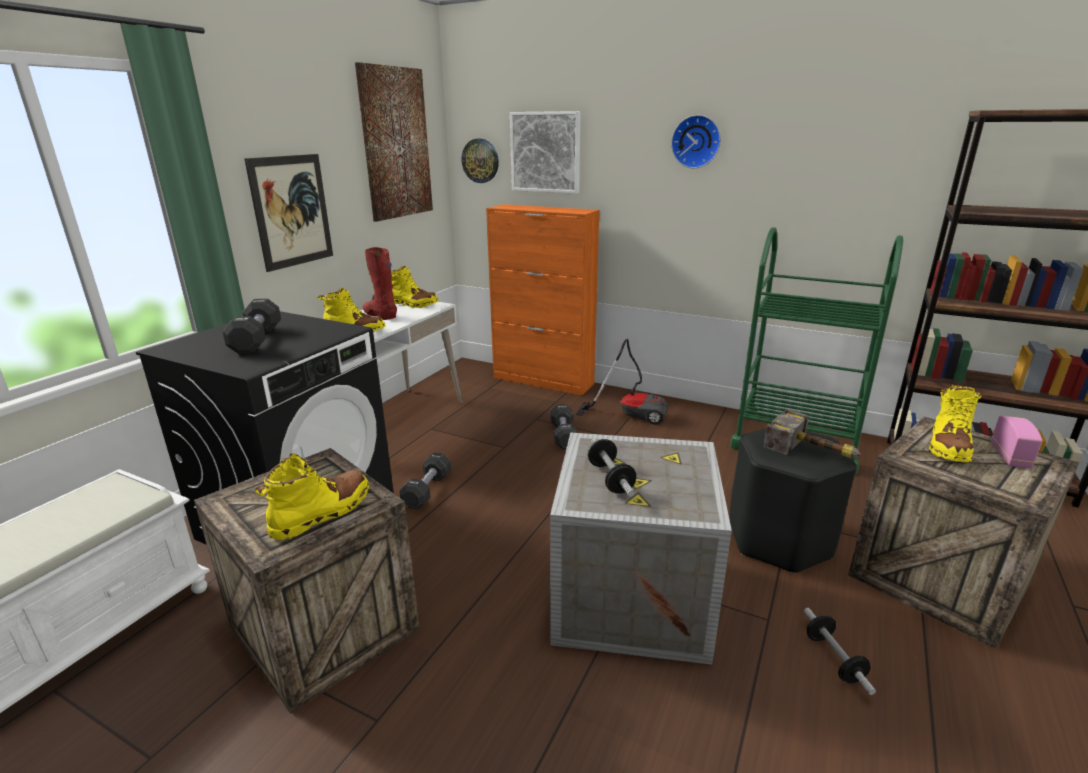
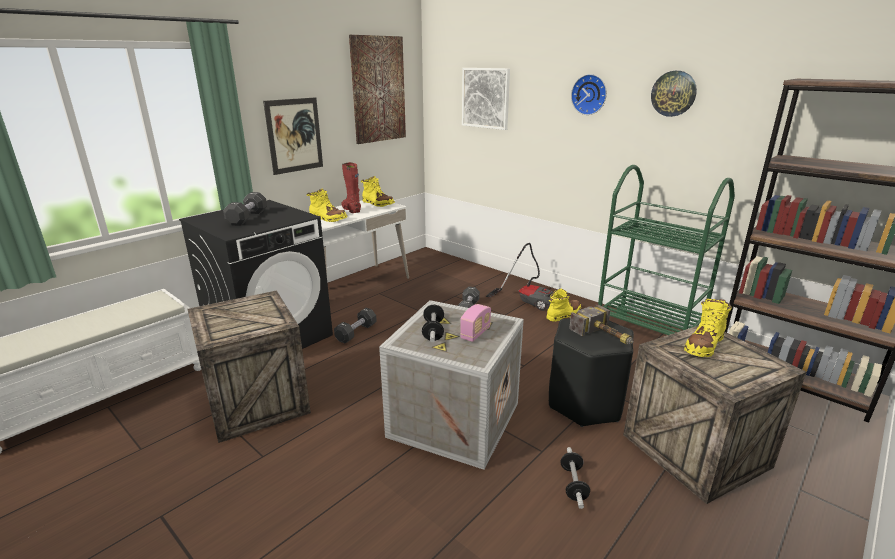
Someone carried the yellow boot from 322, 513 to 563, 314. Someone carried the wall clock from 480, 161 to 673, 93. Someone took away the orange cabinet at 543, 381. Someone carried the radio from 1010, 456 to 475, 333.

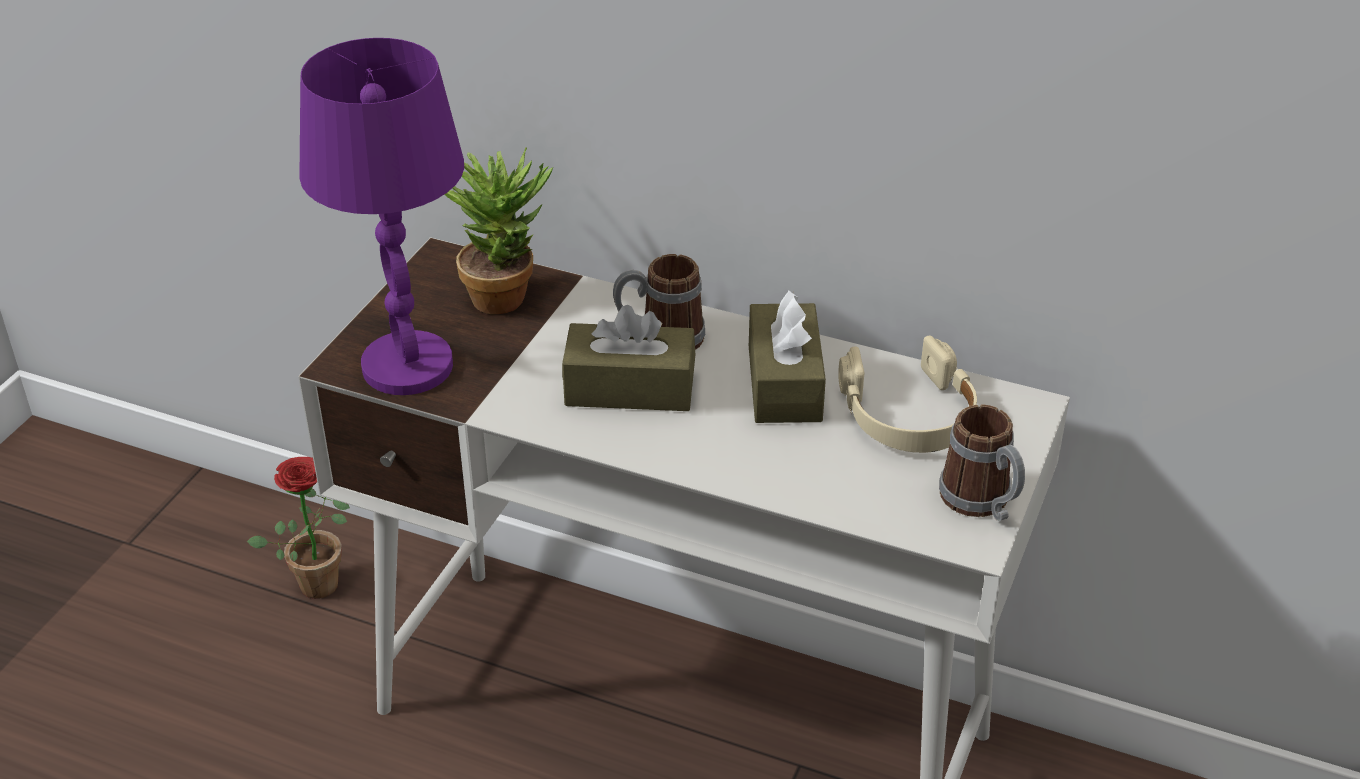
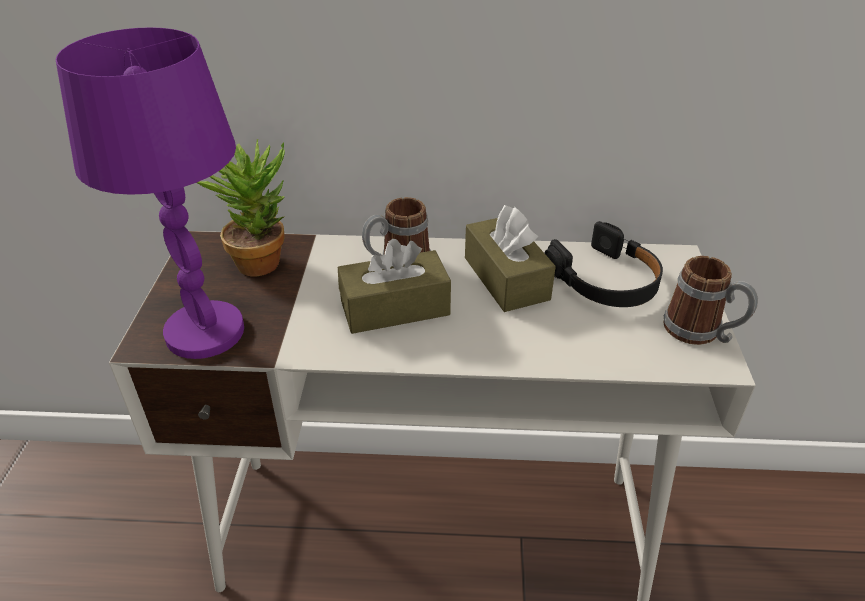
Someone took away the potted plant at 321, 578. Someone repainted the beige headphones at 909, 414, which became the black headphones at 605, 280.

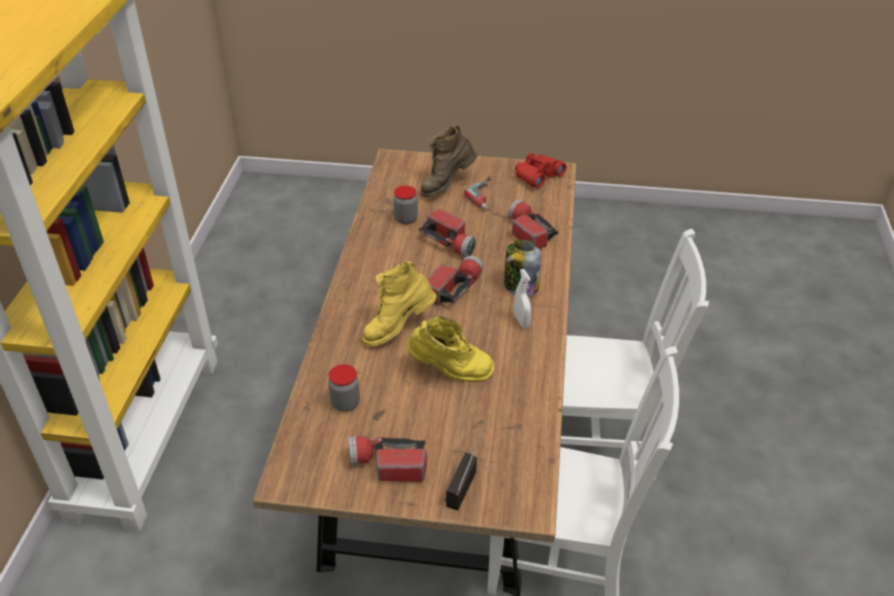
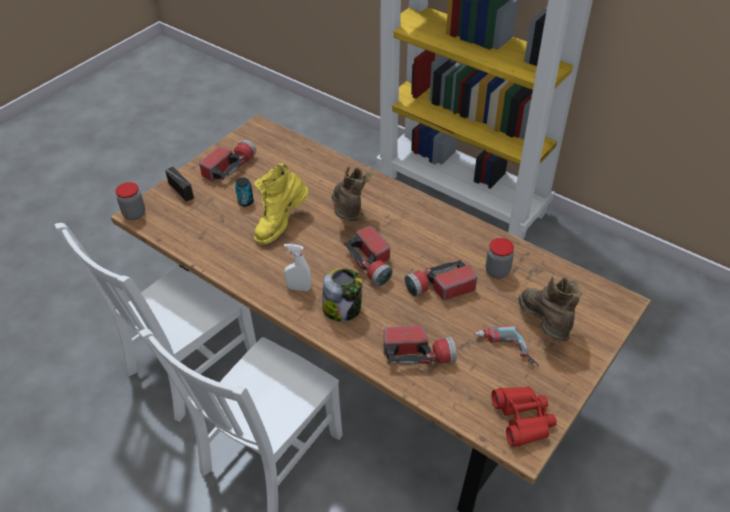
Someone carried the jar from 345, 403 to 134, 214. Someone repainted the yellow boot at 398, 328, which became the brown boot at 349, 214. Someone put down the can at 245, 202.

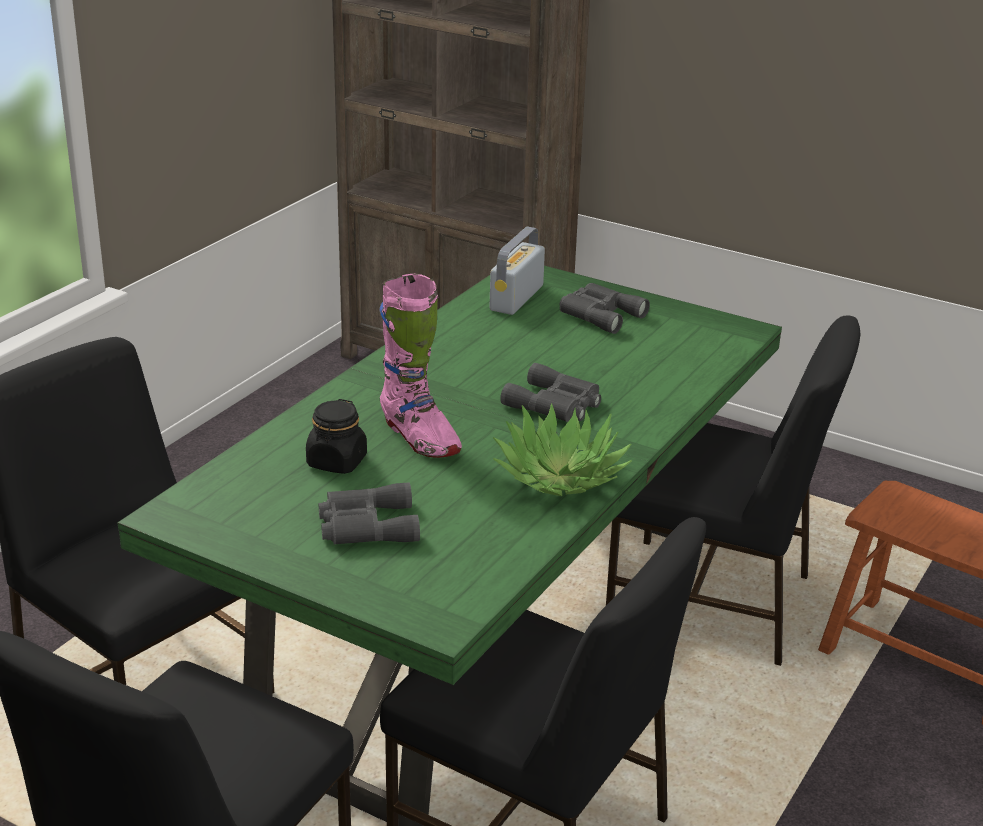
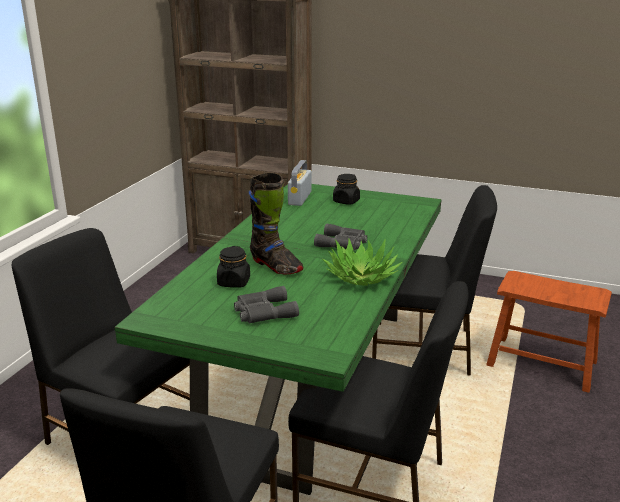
Someone repainted the pink boot at 419, 438, which became the black boot at 275, 266. Someone swapped the grey binoculars at 599, 314 for the black jar at 346, 201.

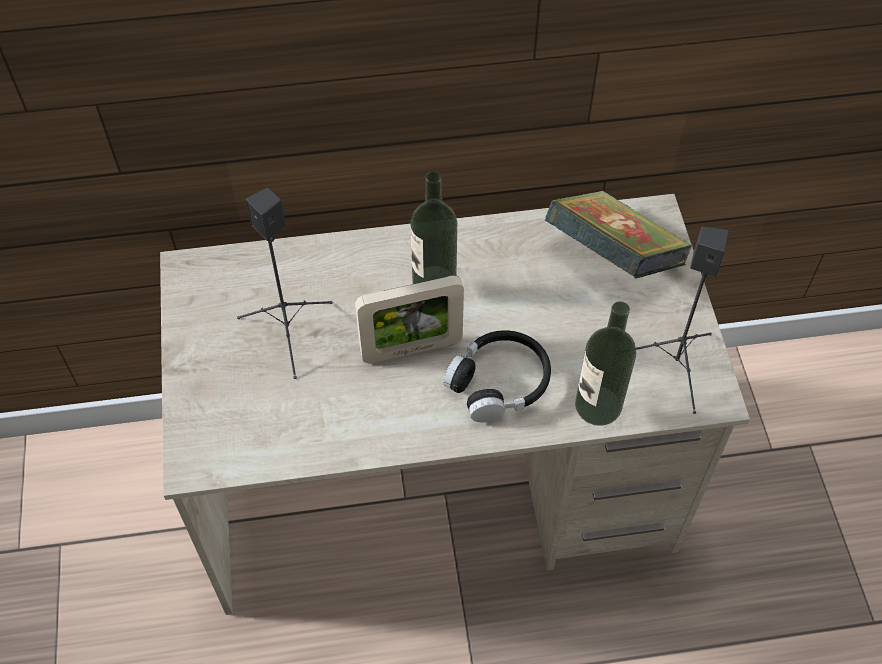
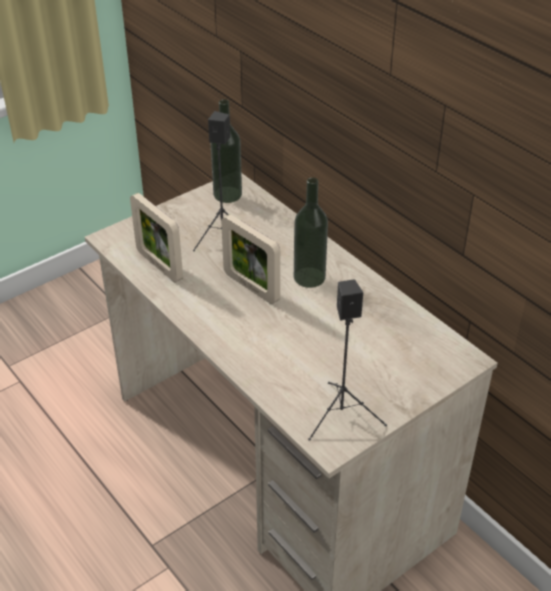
Someone took away the black headphones at 499, 382. Someone took away the book at 613, 258. Someone carried the bottle from 598, 405 to 227, 194. Someone put down the picture frame at 159, 265.

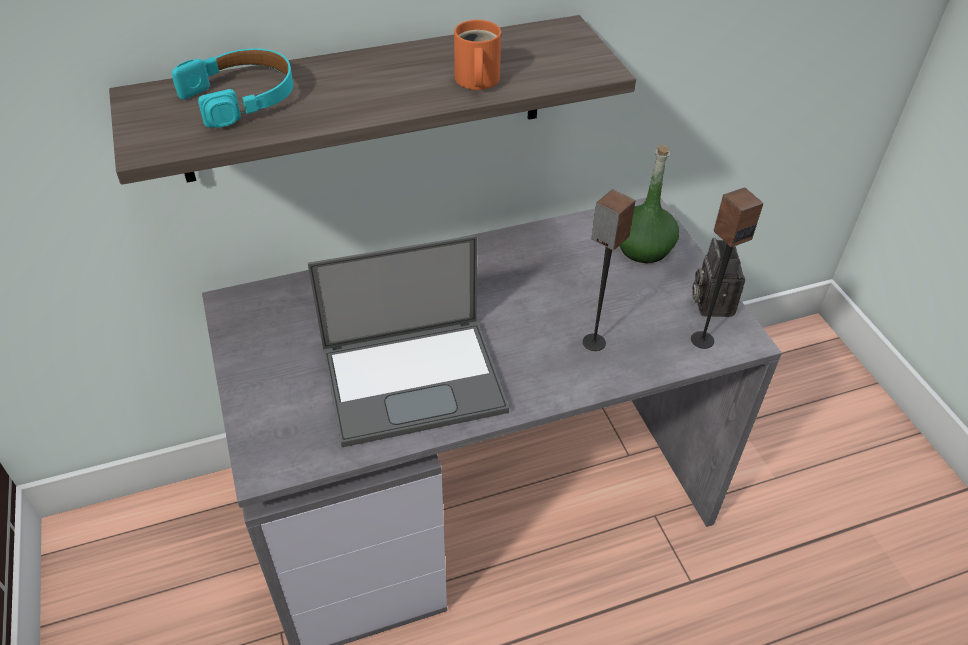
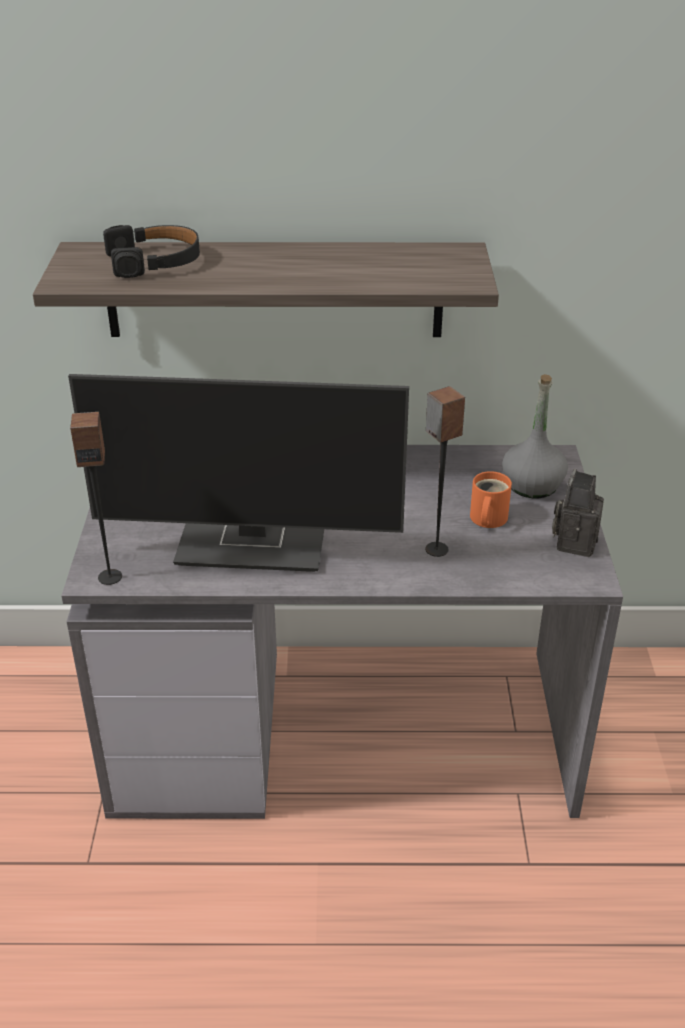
Someone repainted the turquoise headphones at 241, 97, which became the black headphones at 155, 261. Someone swapped the laptop at 415, 378 for the monitor at 256, 542. Someone carried the orange mug from 475, 81 to 486, 519. Someone repainted the green bottle at 644, 248, which became the grey bottle at 532, 485. Someone carried the speaker from 702, 339 to 110, 576.

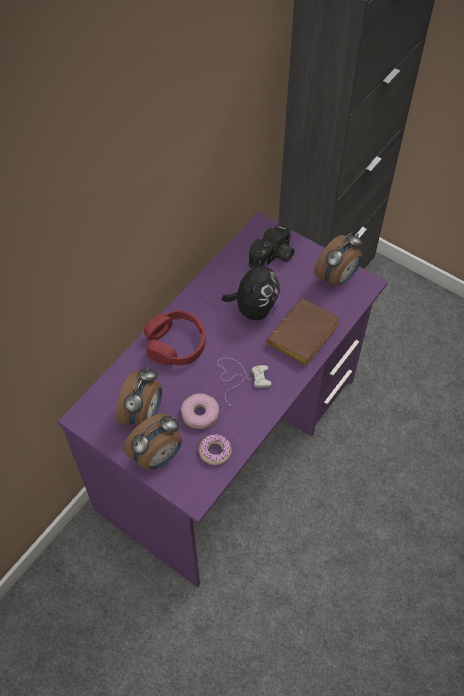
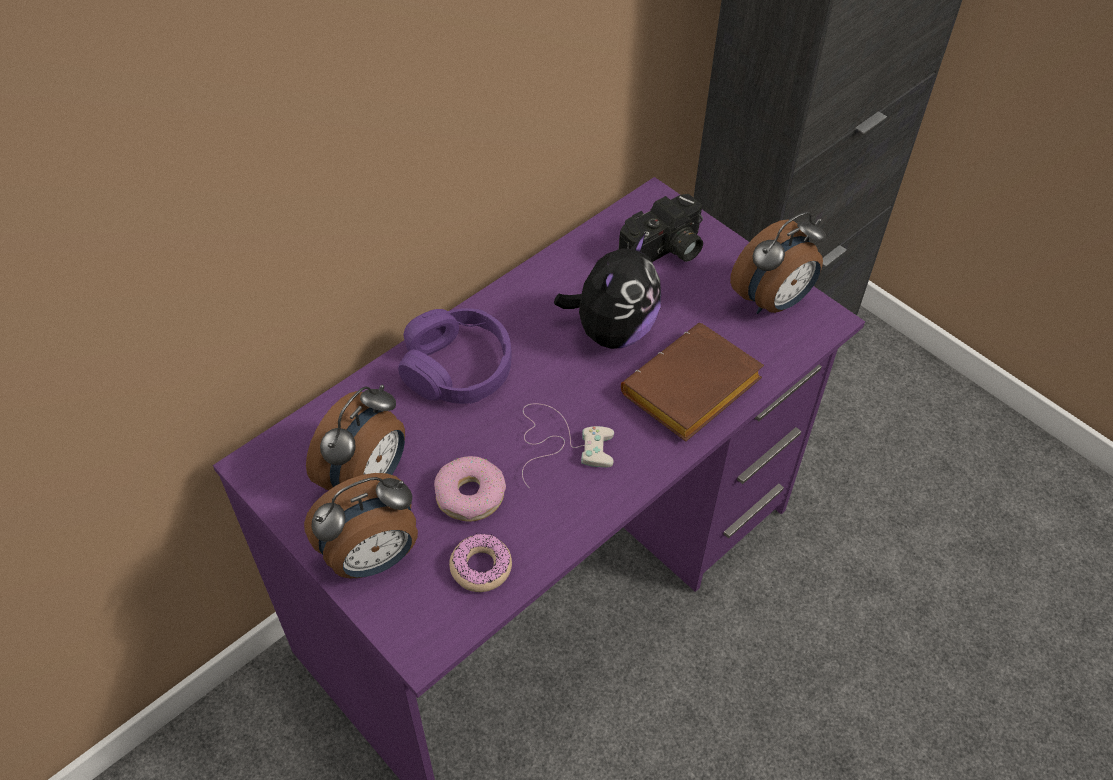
Someone repainted the red headphones at 175, 344, which became the purple headphones at 457, 368.

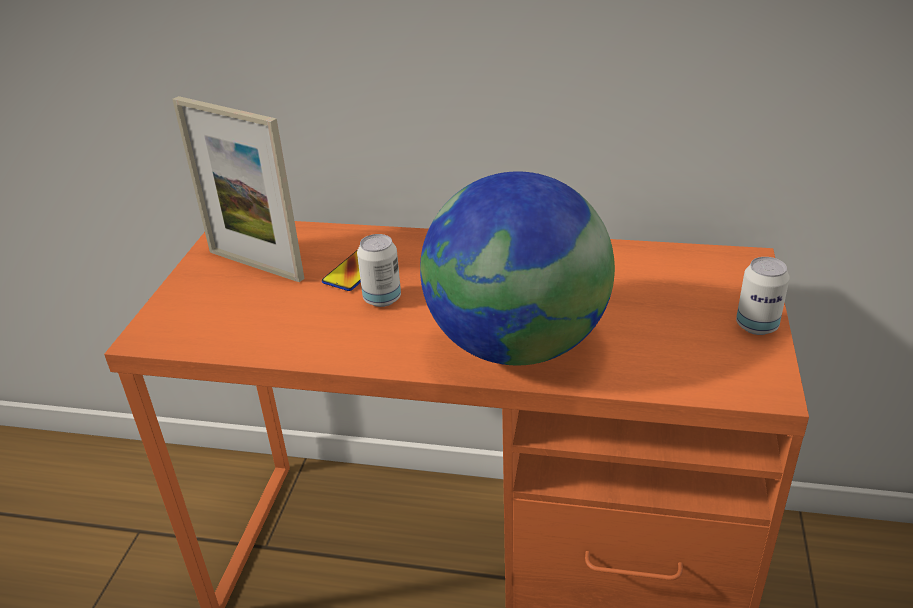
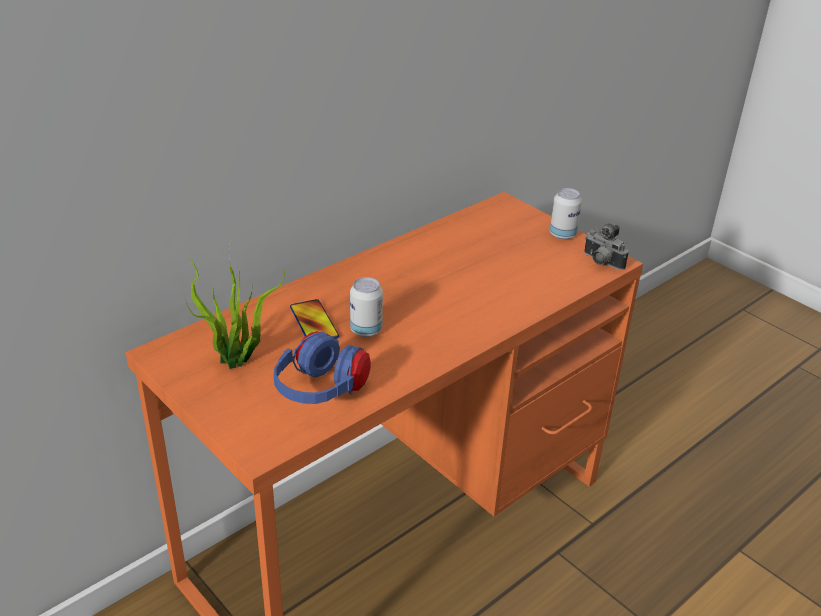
Someone swapped the picture frame at 255, 265 for the potted plant at 237, 362. Someone took away the globe at 516, 345. Someone put down the blue headphones at 321, 391. Someone put down the photo camera at 601, 263.

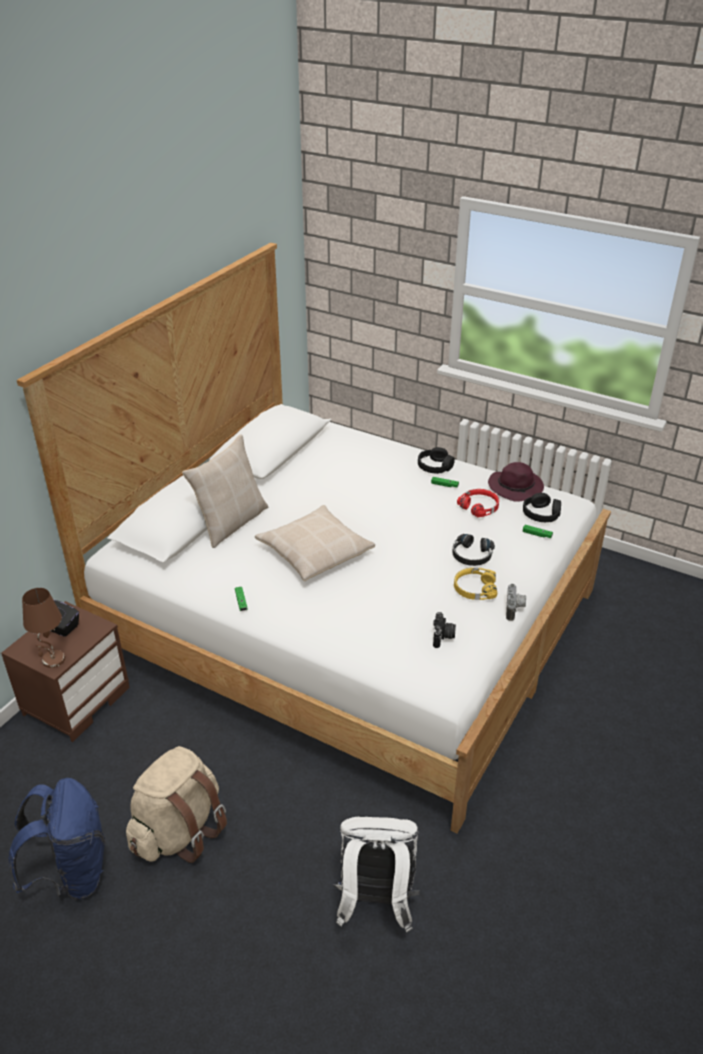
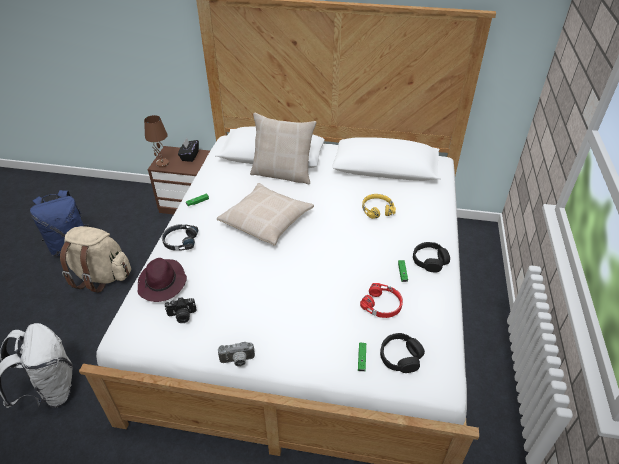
Someone carried the black headphones from 471, 555 to 180, 241. Someone carried the yellow headphones from 474, 589 to 377, 209. Someone carried the purple hat from 516, 487 to 162, 283.

